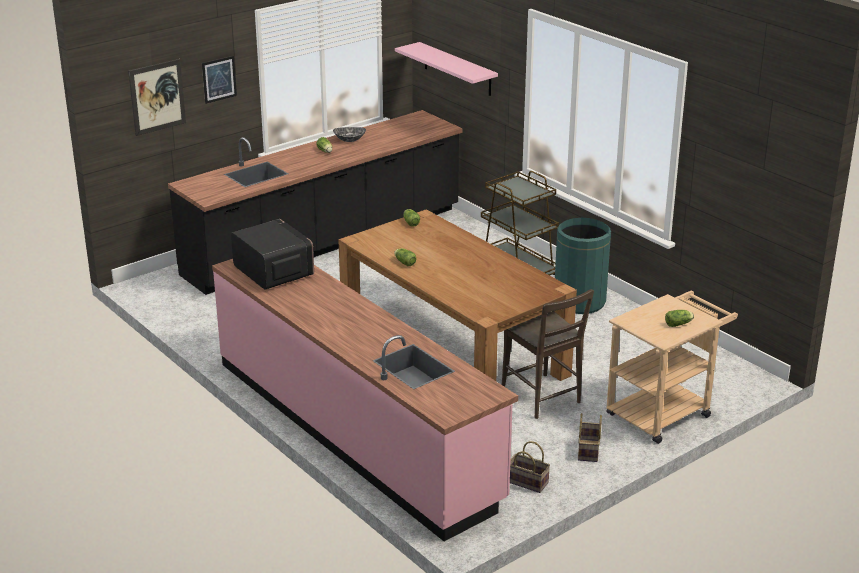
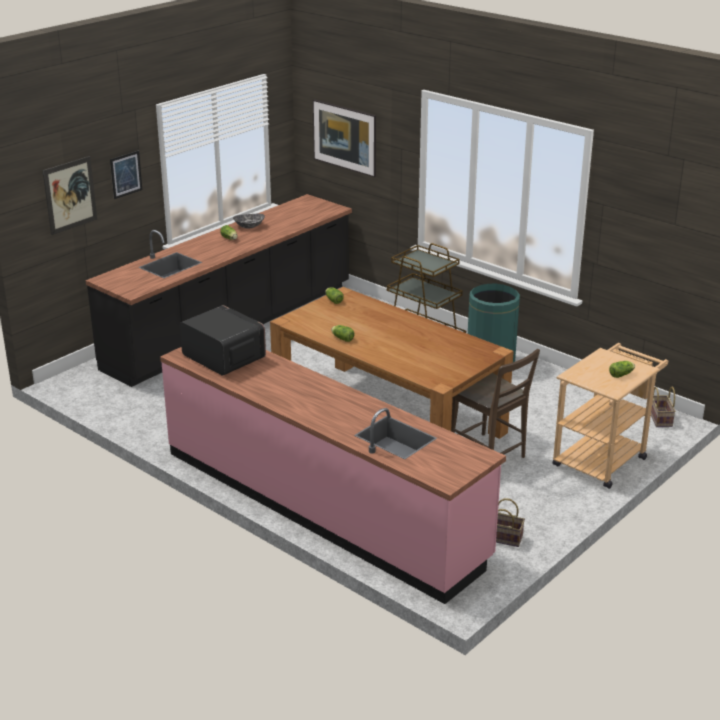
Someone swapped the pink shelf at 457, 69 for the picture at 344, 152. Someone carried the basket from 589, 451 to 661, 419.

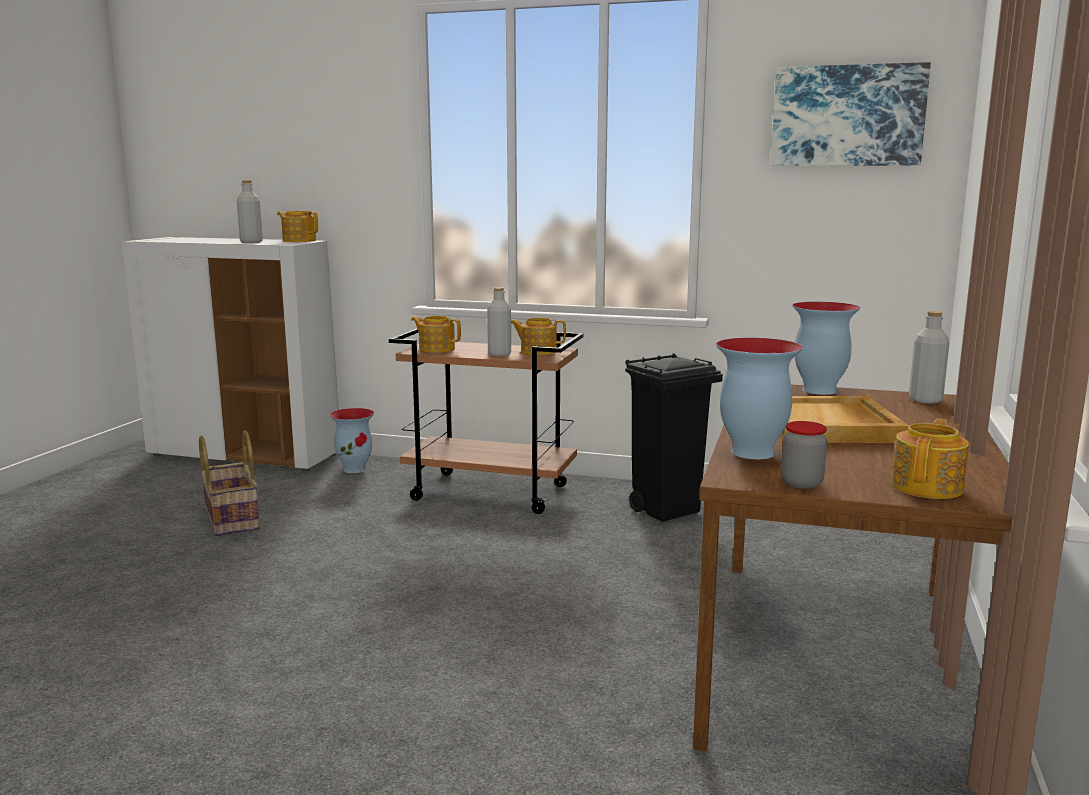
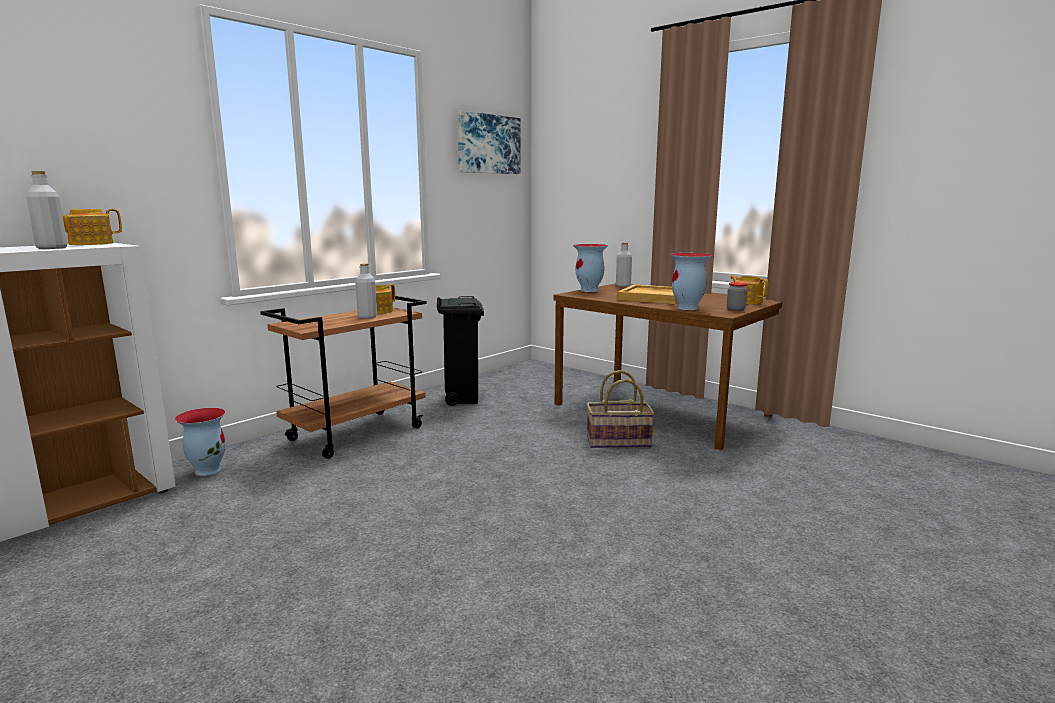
Someone carried the basket from 230, 520 to 618, 442. Someone took away the teapot at 436, 349.

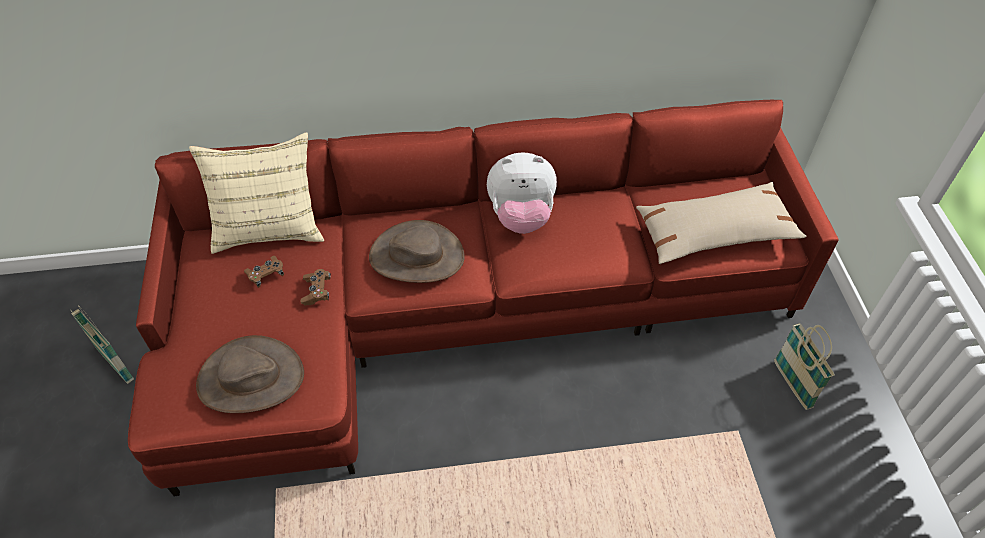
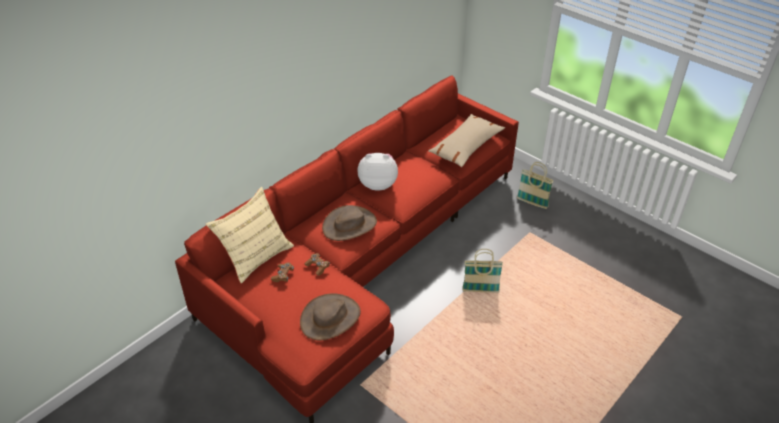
Someone carried the basket from 116, 365 to 480, 291. Someone rotated the plush toy at 521, 217 by 135 degrees counterclockwise.

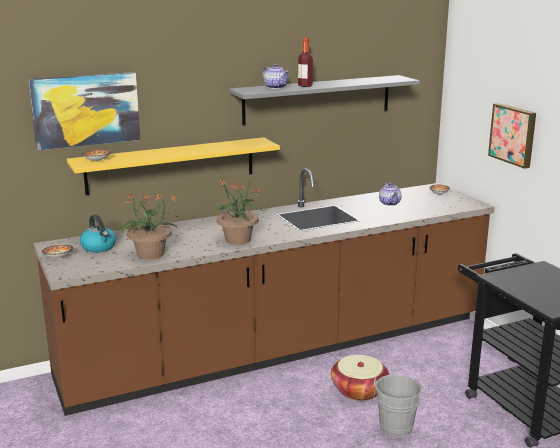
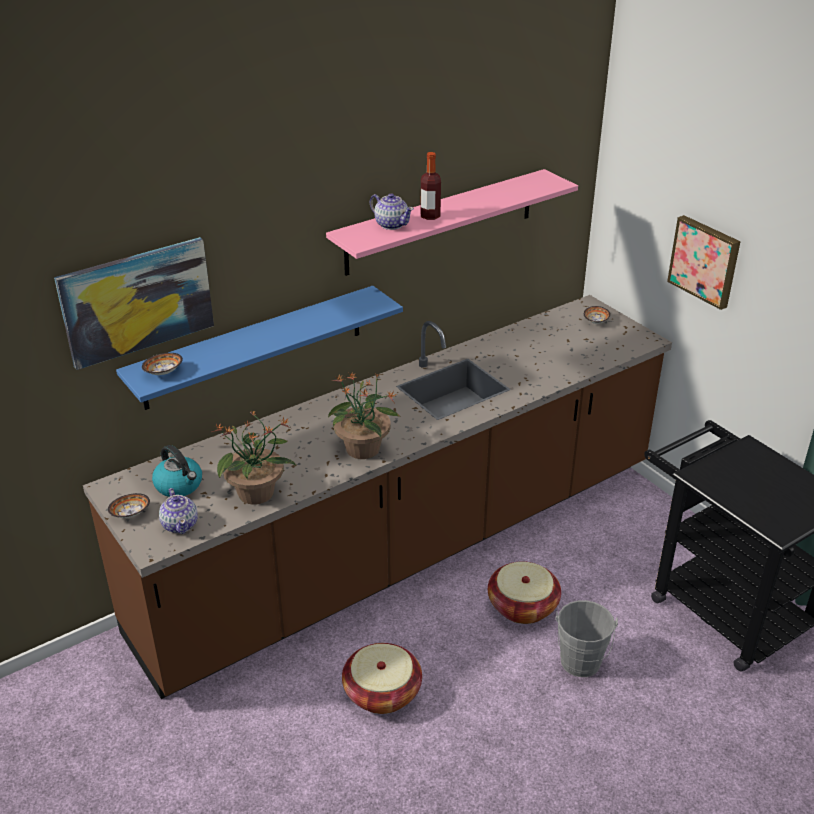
Someone repainted the yellow shelf at 171, 165, which became the blue shelf at 255, 347. Someone repainted the grey shelf at 317, 99, which became the pink shelf at 441, 222. Someone carried the teapot from 389, 203 to 180, 524. Someone put down the basket at 382, 692.

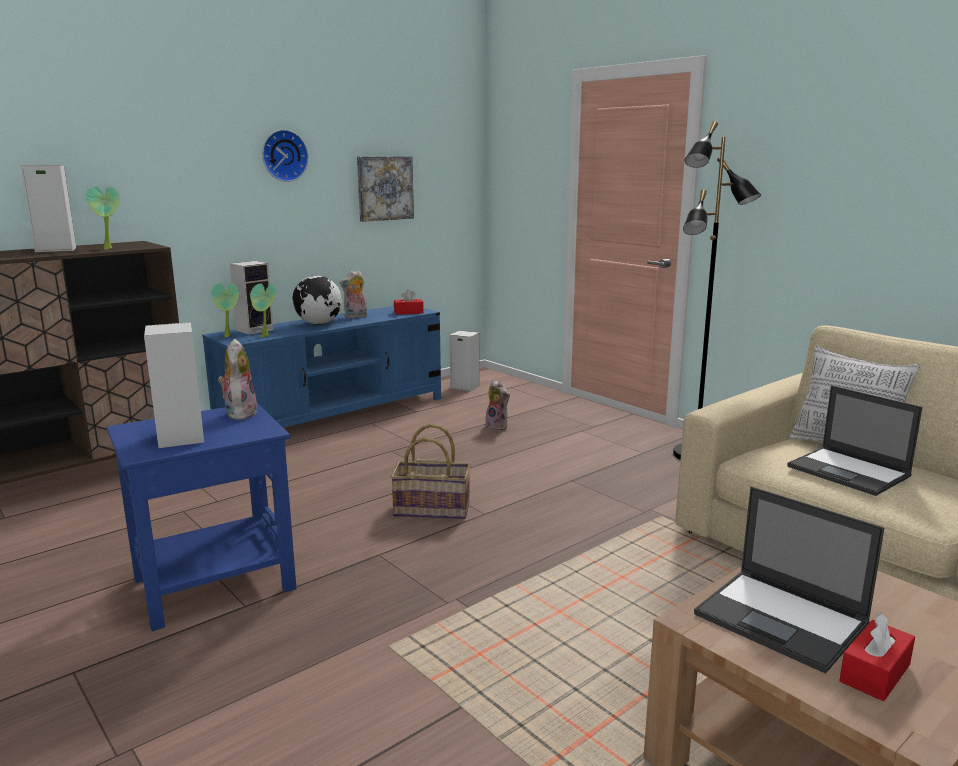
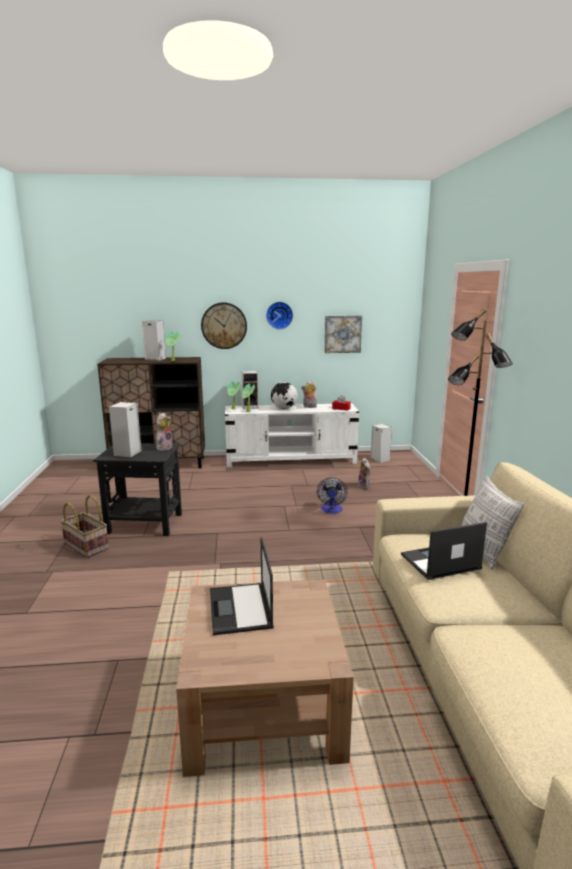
Someone repainted the blue side table at 212, 584, which became the black side table at 144, 523. Someone repainted the blue tv stand at 335, 414, which became the white tv stand at 291, 459. Someone carried the basket from 432, 509 to 87, 546. Someone rotated the laptop at 849, 472 by 75 degrees clockwise. Someone took away the red tissue box at 875, 673. Someone put up the wall clock at 224, 325. Someone put down the fan at 331, 510.

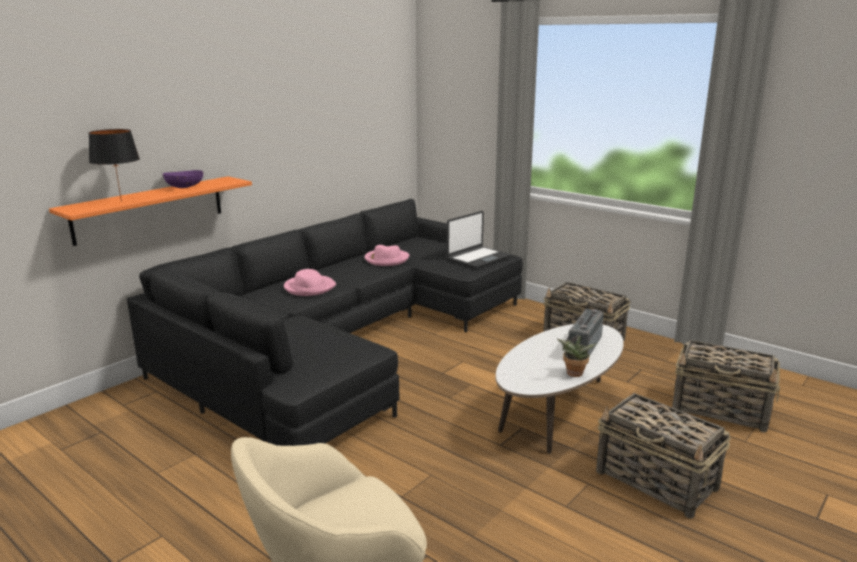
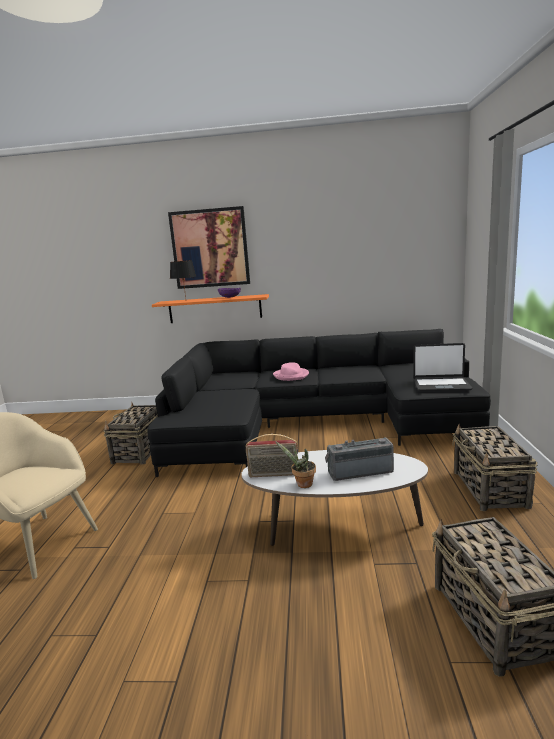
Someone took away the pink hat at 386, 259. Someone carried the basket from 657, 481 to 140, 451. Someone put up the picture at 210, 248. Someone put down the radio at 273, 474.

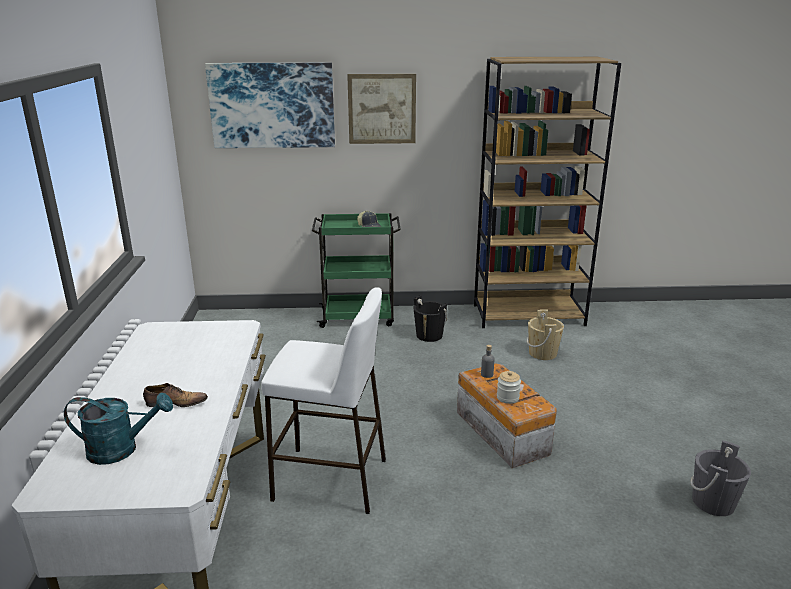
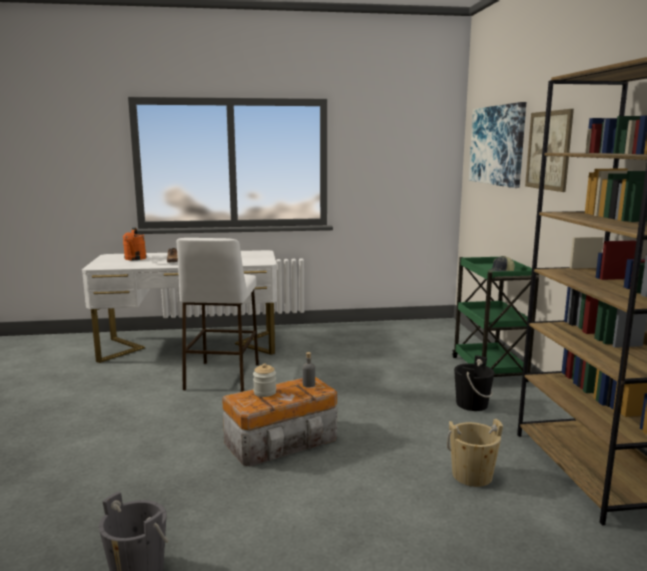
Someone repainted the turquoise watering can at 121, 449, which became the orange watering can at 135, 259.

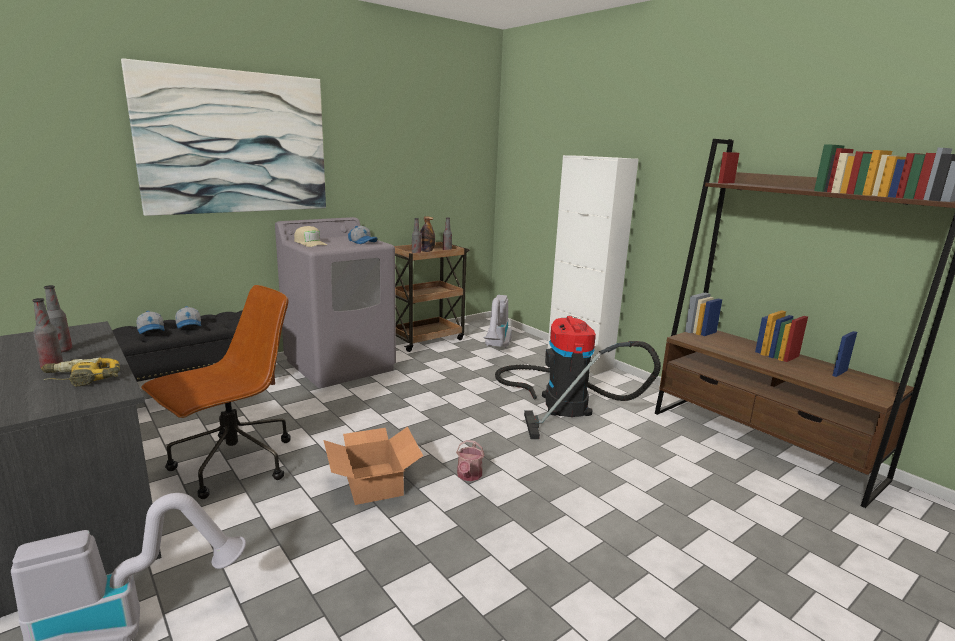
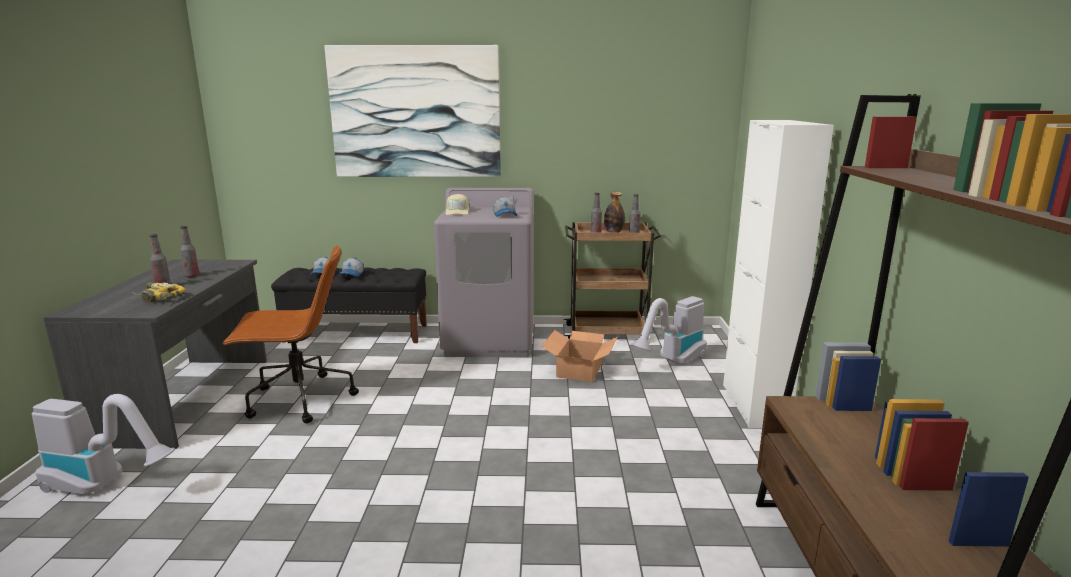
Someone carried the cardboard box from 374, 482 to 580, 370. Someone took away the watering can at 468, 476. Someone took away the vacuum cleaner at 562, 402.

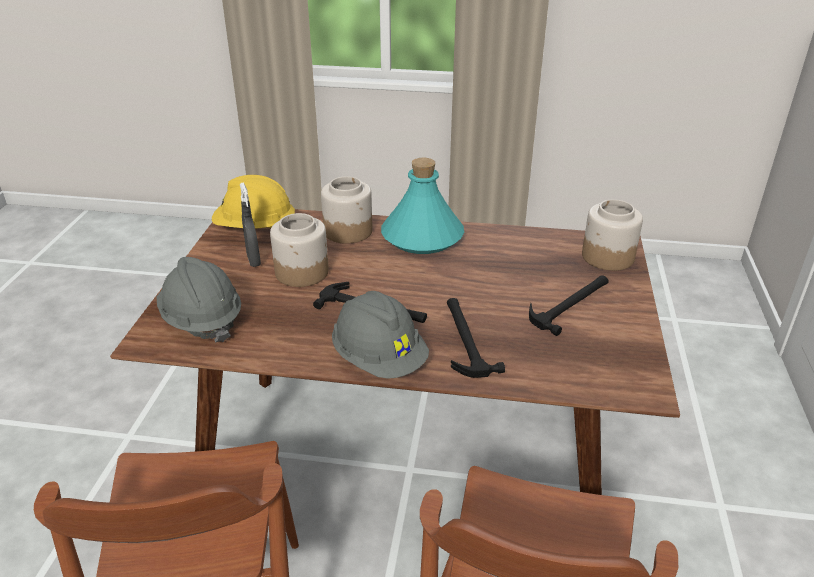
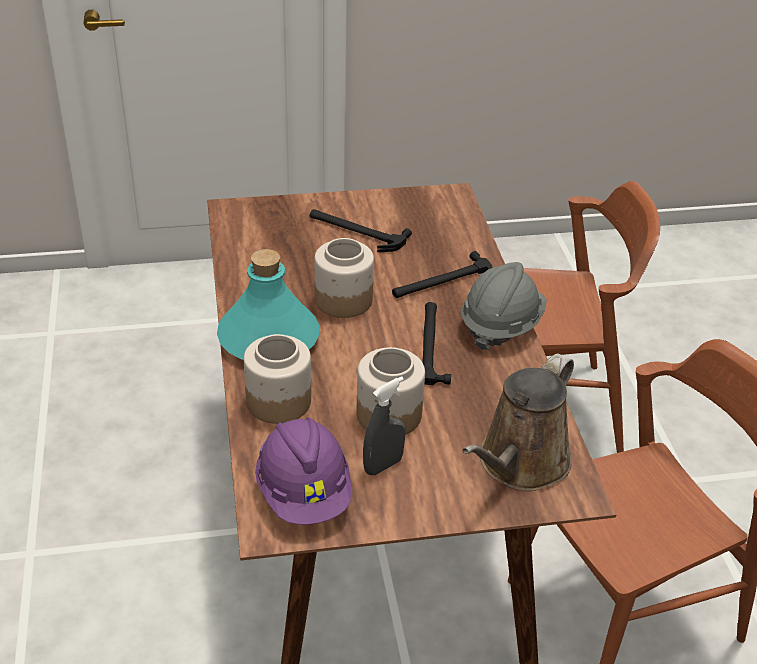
Someone swapped the grey hard hat at 202, 320 for the brown watering can at 519, 464. Someone repainted the yellow hard hat at 255, 228, which became the purple hard hat at 304, 493. Someone carried the jar from 607, 256 to 343, 300.

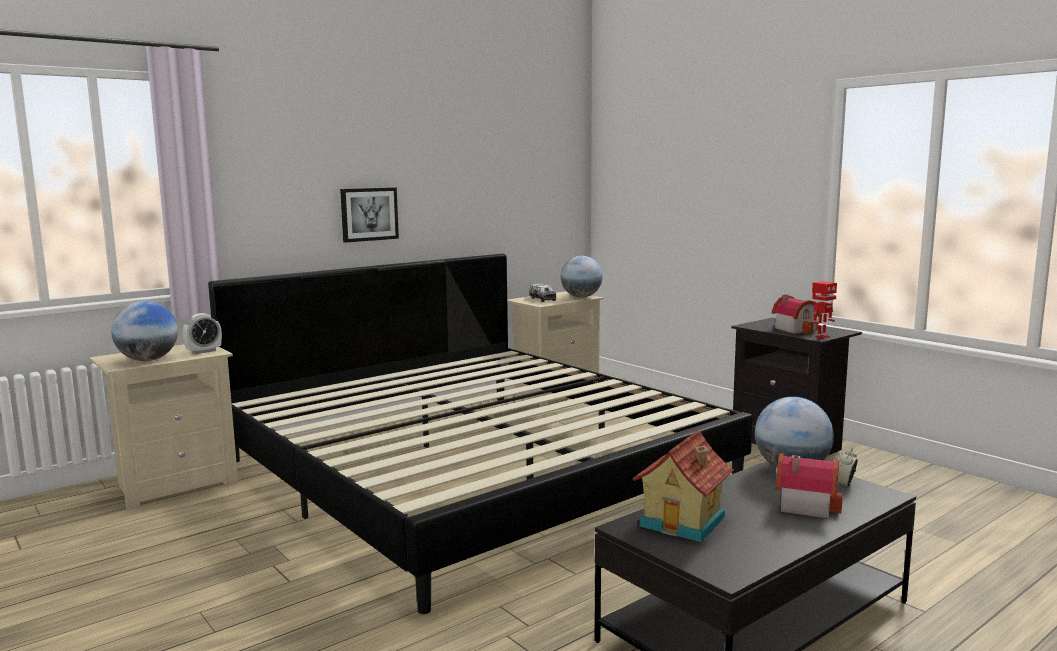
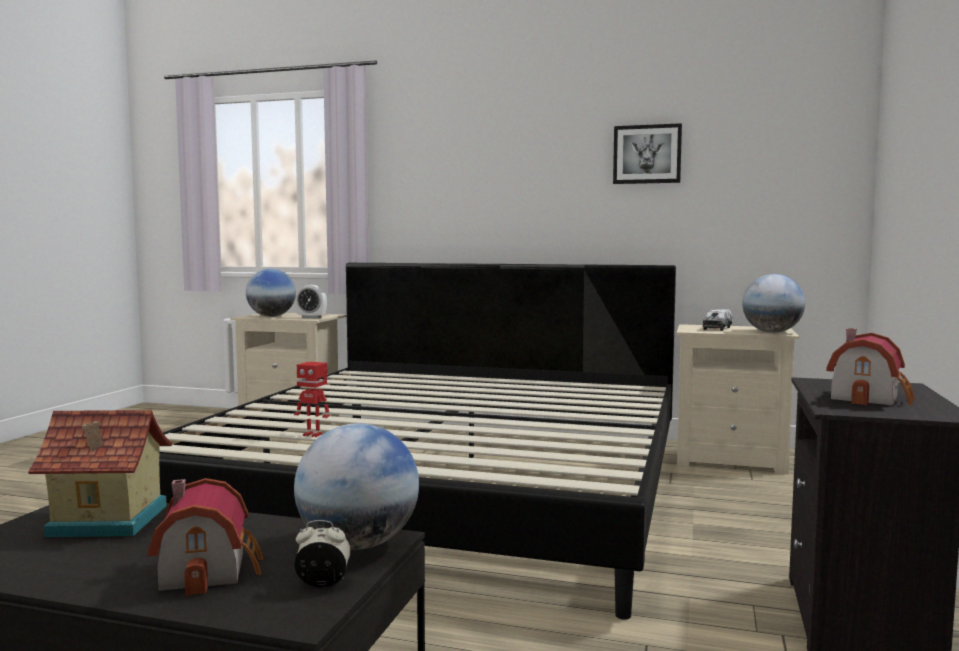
Someone carried the picture from 369, 214 to 647, 154. Someone carried the toy robot from 821, 337 to 313, 434.

